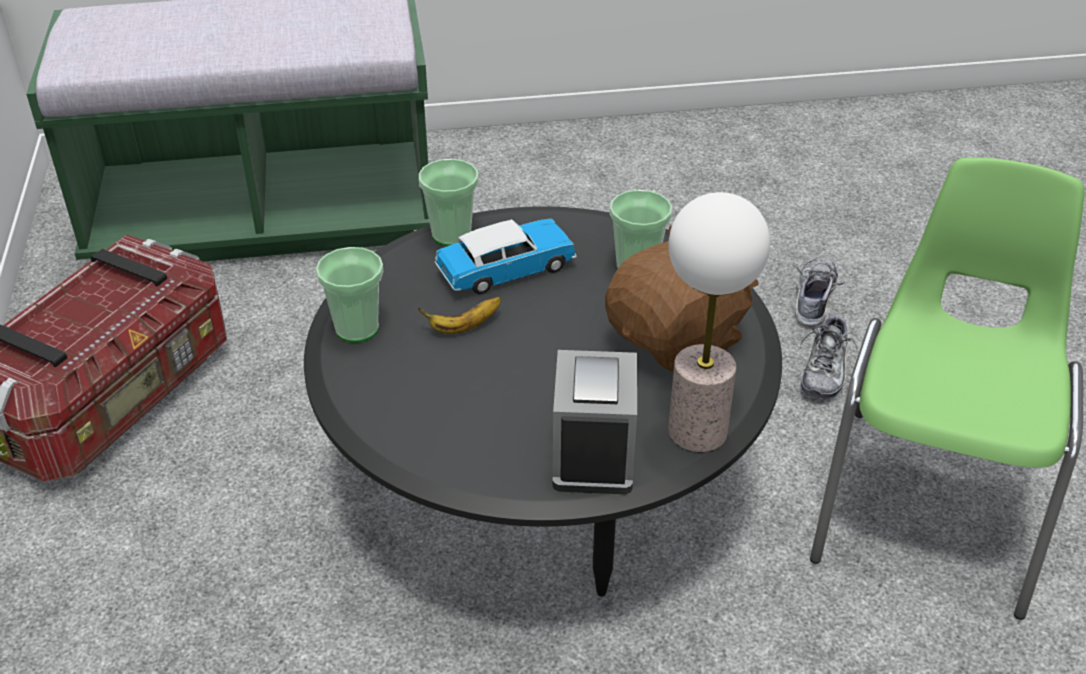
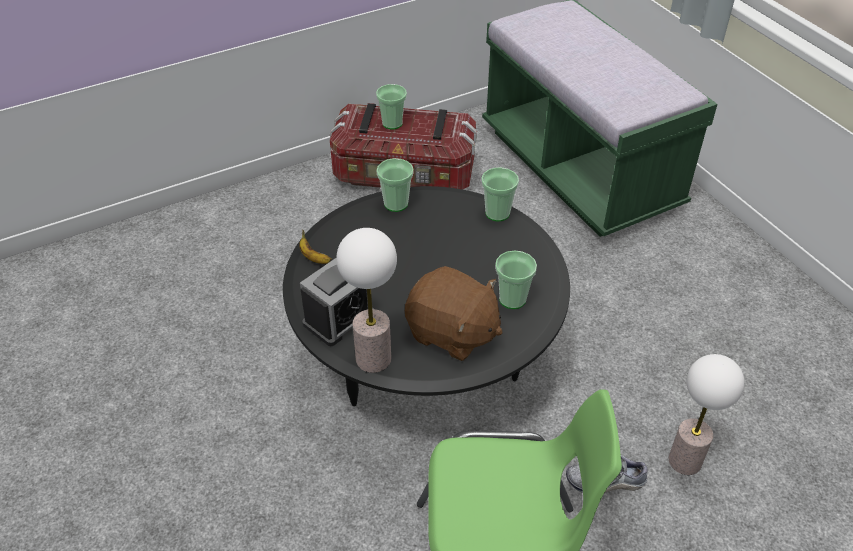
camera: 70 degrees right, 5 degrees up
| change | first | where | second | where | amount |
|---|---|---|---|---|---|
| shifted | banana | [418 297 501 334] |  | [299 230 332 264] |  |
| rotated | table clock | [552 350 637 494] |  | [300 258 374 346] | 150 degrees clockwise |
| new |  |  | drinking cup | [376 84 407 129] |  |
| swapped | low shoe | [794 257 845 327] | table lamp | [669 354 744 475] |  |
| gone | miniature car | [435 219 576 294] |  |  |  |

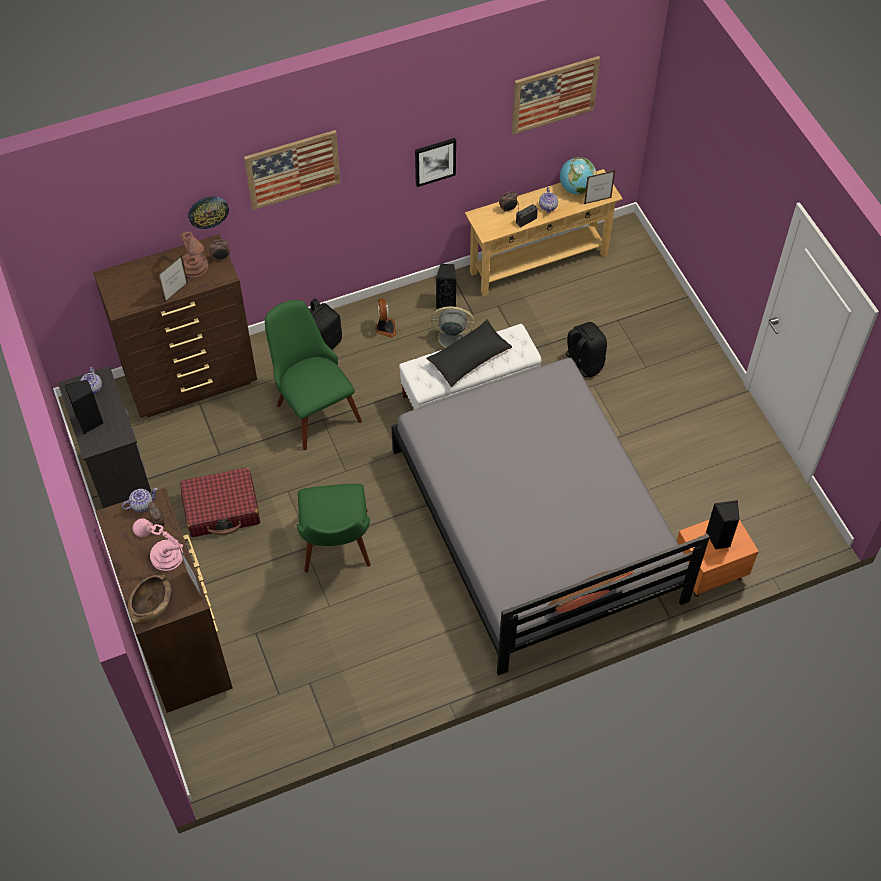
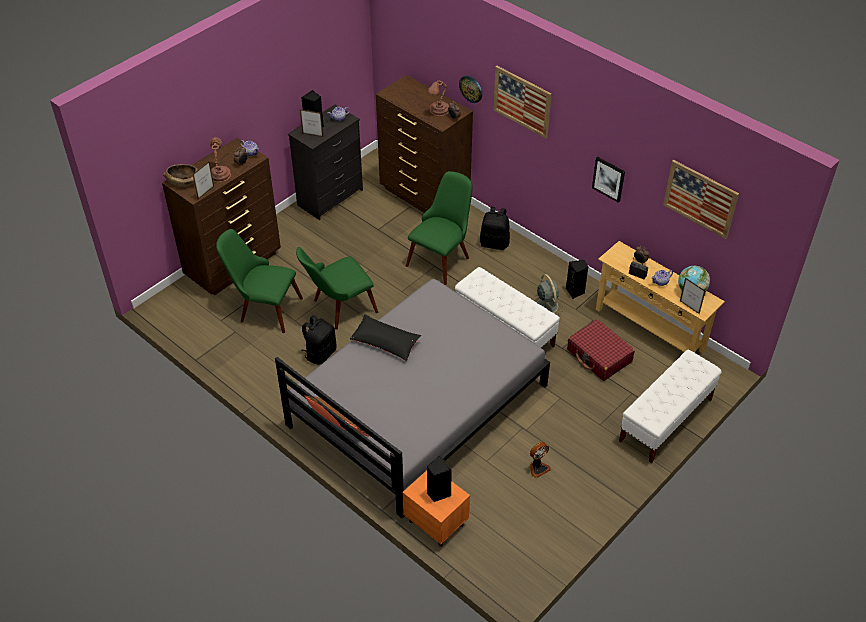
camera: 65 degrees right, 10 degrees down
| change | first | where | second | where | amount |
|---|---|---|---|---|---|
| repainted | table lamp (pink) | [133 518 183 571] | table lamp (brownish) | [210 137 231 182] |  |
| new |  |  | chair (greenish) | [216 229 303 333] |  |
| shifted | standing frame | [158 255 188 302] |  | [300 109 323 137] |  |
| shifted | backpack (blackish) | [566 322 607 378] |  | [301 315 336 365] |  |
| shifted | cushion (blackish) | [426 319 512 387] |  | [350 314 421 361] |  |
| shifted | electric fan | [375 299 396 338] |  | [530 442 551 478] |  |
| shifted | travel case (red) | [180 467 260 537] |  | [567 319 635 381] |  |
| new |  |  | bench (white-coloured) | [619 350 722 463] |  |

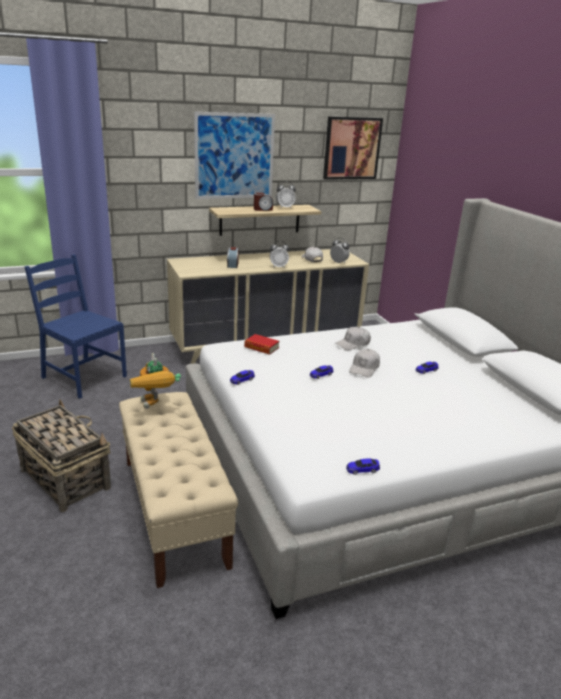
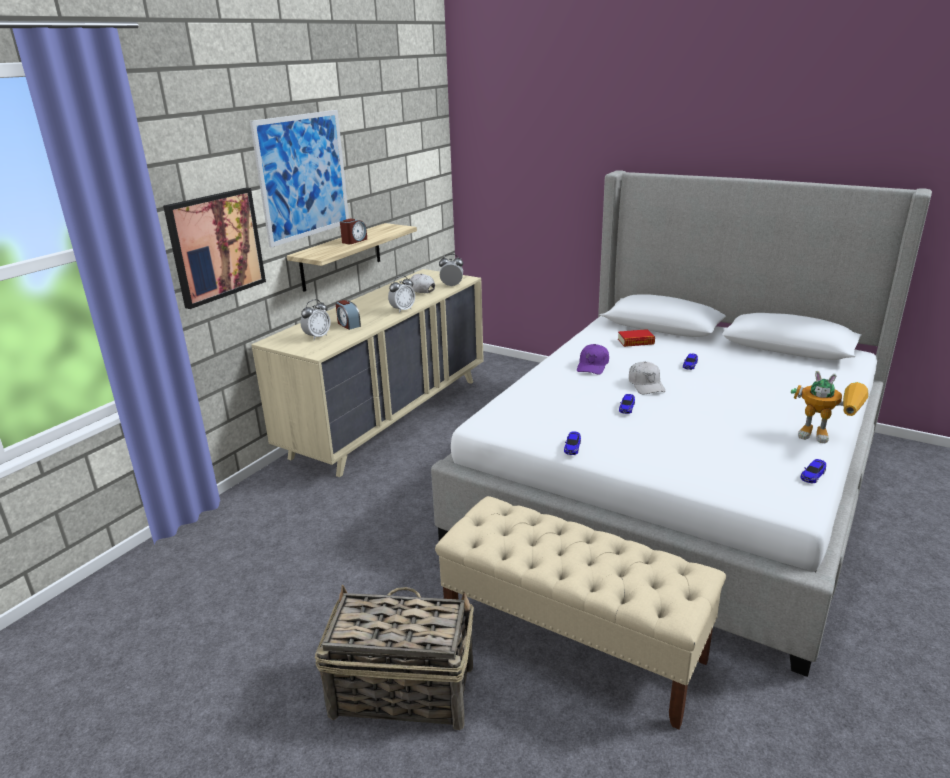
camera: 35 degrees left, 0 degrees up
| change | first | where | second | where | amount |
|---|---|---|---|---|---|
| shifted | picture | [323 116 383 180] |  | [163 188 266 309] |  |
| shifted | table clock | [276 181 296 208] |  | [300 299 331 340] |  |
| repainted | cap (white-coloured) | [335 327 371 350] | cap (purple-coloured) | [577 344 609 375] |  |
| shifted | bound book | [244 334 280 355] |  | [618 329 655 347] |  |
| shifted | robot figure | [130 353 181 409] |  | [791 371 868 443] |  |
| gone | chair (bluish) | [24 255 127 399] |  |  |  |

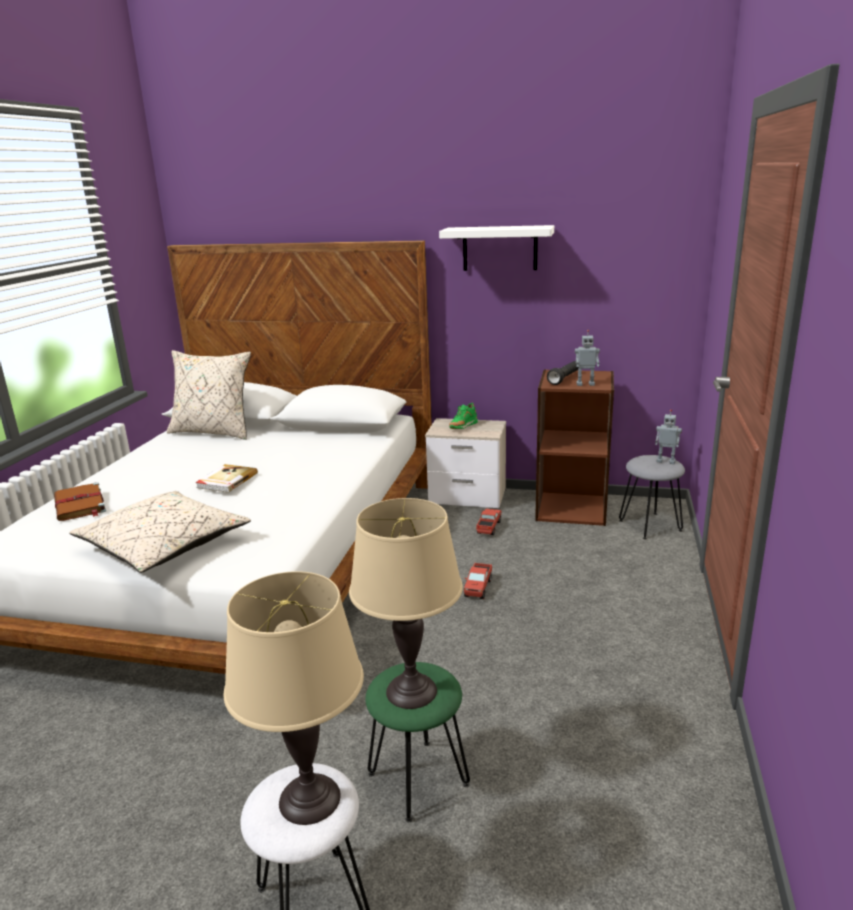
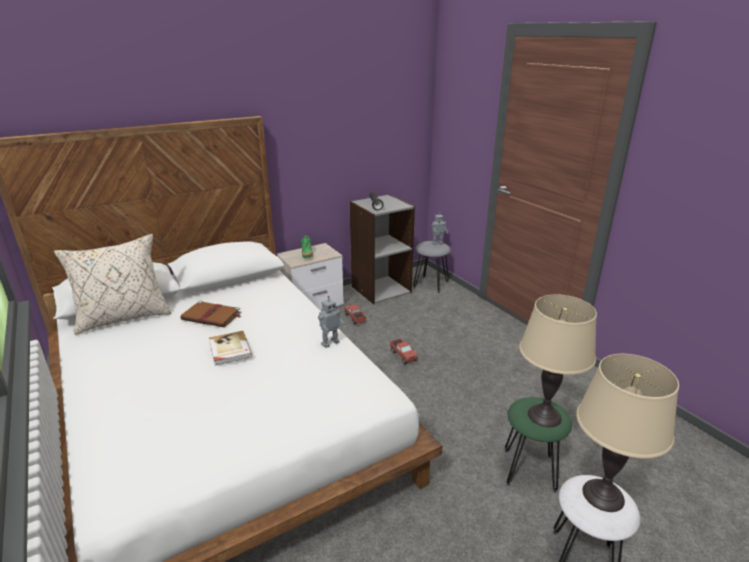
camera: 45 degrees left, 5 degrees up
| change | first | where | second | where | amount |
|---|---|---|---|---|---|
| shifted | bound book (brownish) | [54 482 106 521] |  | [180 301 241 328] |  |
| shifted | robot figure | [575 330 600 386] |  | [318 296 346 348] |  |
| repainted | shelving unit (brownish) | [535 369 614 526] | shelving unit (greyish) | [350 194 415 304] |  |
| gone | cushion (beige) | [69 491 251 573] |  |  |  |
| gone | shelf (white-coloured) | [439 225 554 271] |  |  |  |

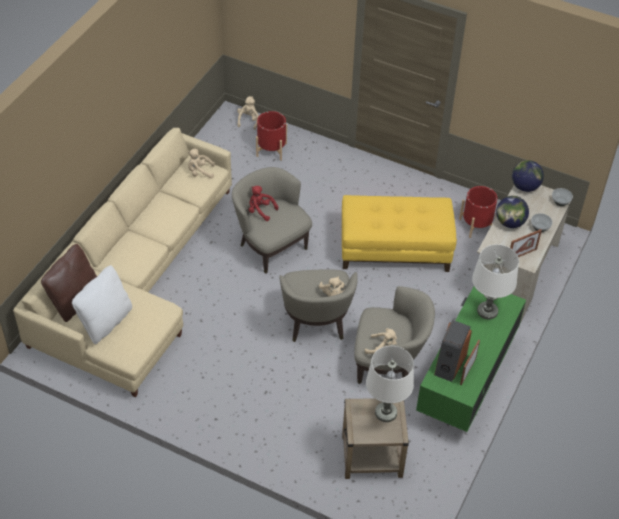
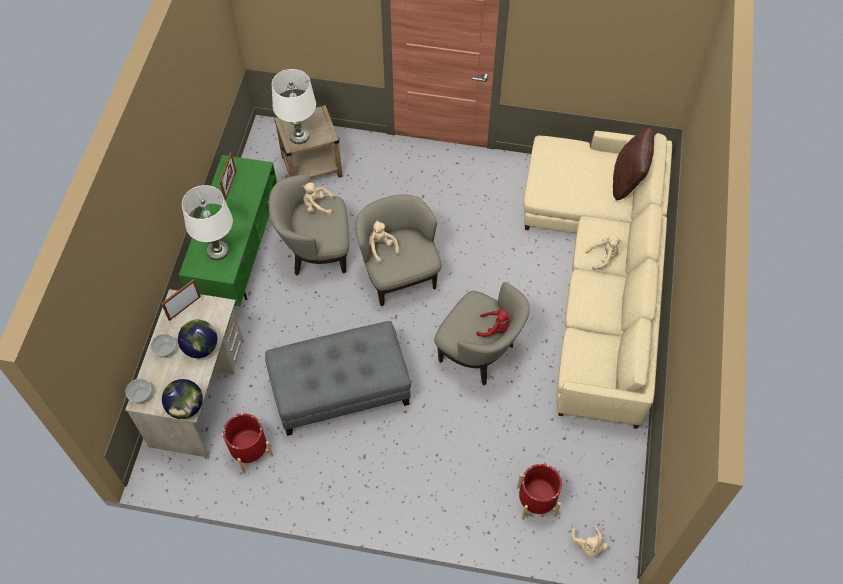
camera: 165 degrees right, 10 degrees up
| change | first | where | second | where | amount |
|---|---|---|---|---|---|
| repainted | pouffe (yellow) | [342 195 457 272] | pouffe (greyish) | [265 321 411 436] |  |
| shifted | plush toy (beige) | [187 149 215 179] |  | [585 236 622 270] |  |
| gone | cushion (white-coloured) | [72 265 132 344] |  |  |  |
| gone | loudspeaker | [434 320 472 382] |  |  |  |

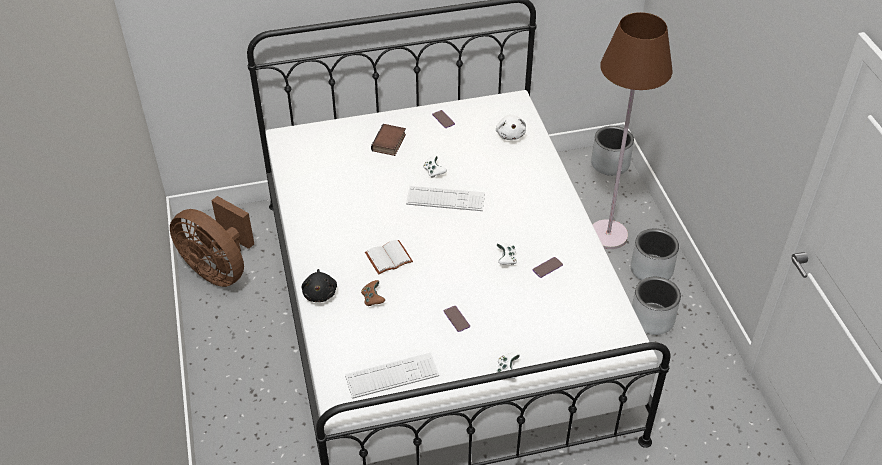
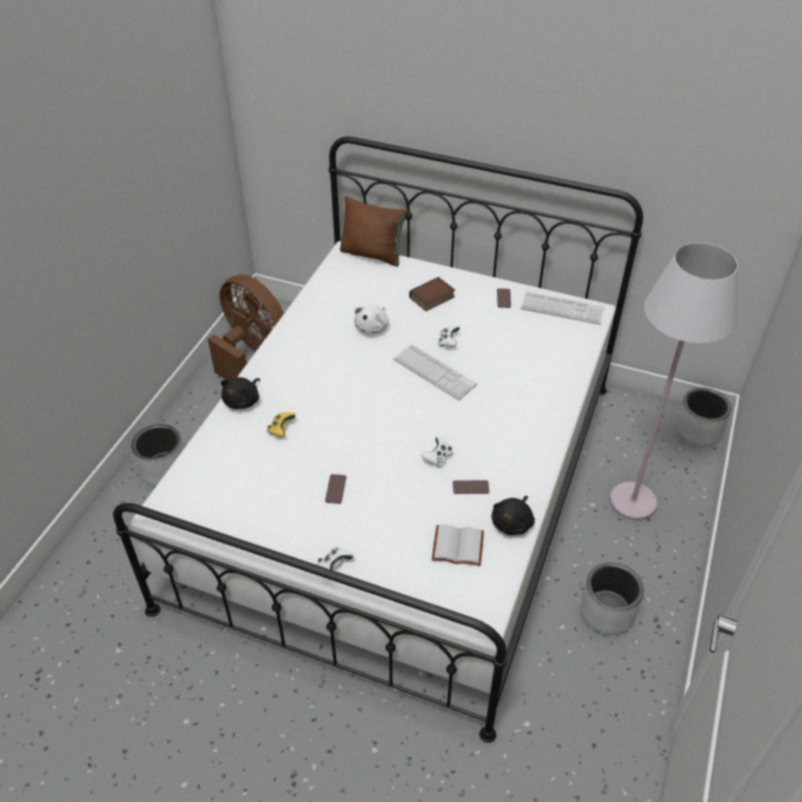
camera: 35 degrees right, 0 degrees up
| change | first | where | second | where | amount |
|---|---|---|---|---|---|
| shifted | plant pot (greyish) | [631 229 679 280] |  | [131 424 184 487] |  |
| rotated | electric fan (brownish) | [170 196 254 287] |  | [207 274 284 381] | 150 degrees clockwise |
| repainted | joypad (brownish) | [361 280 385 307] | joypad (yellow) | [267 412 296 437] |  |
| new |  |  | cushion (brownish) | [340 196 408 267] |  |
| shifted | plush toy (white-coloured) | [496 115 526 140] |  | [354 305 389 334] |  |
| shifted | bound book (white-coloured) | [365 240 413 275] |  | [432 525 484 566] |  |
| new |  |  | plush toy (blackish) | [491 496 535 535] |  |
| shifted | computer keyboard | [345 352 439 399] |  | [521 292 605 325] |  |
| repainted | standing lamp (brownish) | [593 12 673 249] | standing lamp (white-coloured) | [610 243 738 521] |  |

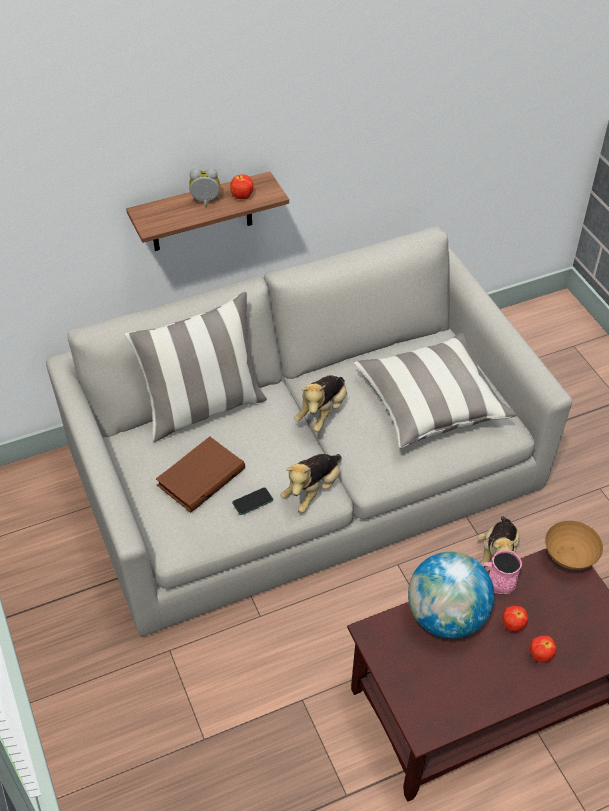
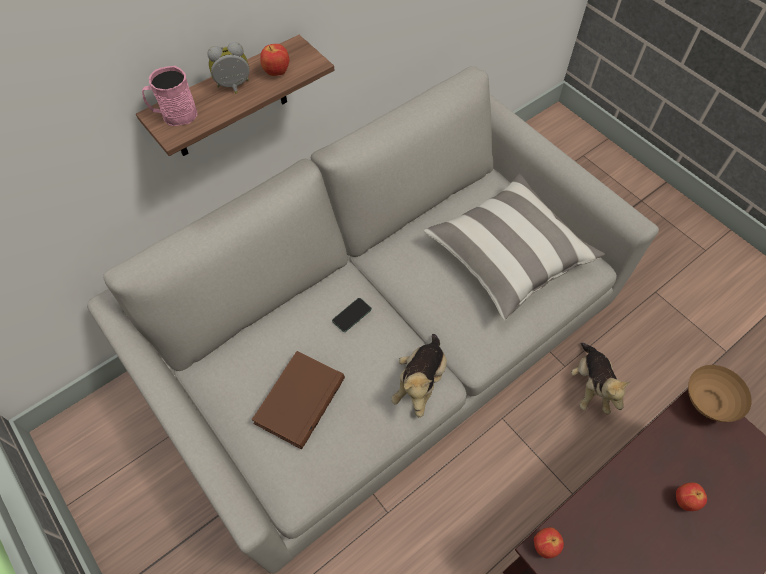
camera: 15 degrees left, 10 degrees up
| change | first | where | second | where | amount |
|---|---|---|---|---|---|
| shifted | tea mug (pink) | [482 550 522 594] |  | [142 66 197 126] |  |
| shifted | handset | [232 487 273 515] |  | [332 298 372 332] |  |
| shifted | whole apple | [530 635 556 662] |  | [534 527 564 559] |  |
| gone | cushion | [125 292 267 442] |  |  |  |
| gone | plush toy | [294 375 347 432] |  |  |  |
| gone | desk globe | [408 552 494 639] |  |  |  |

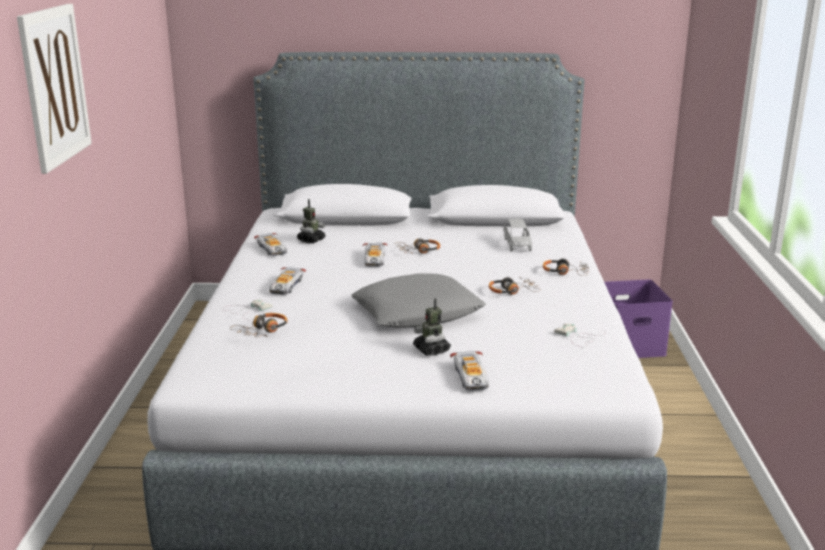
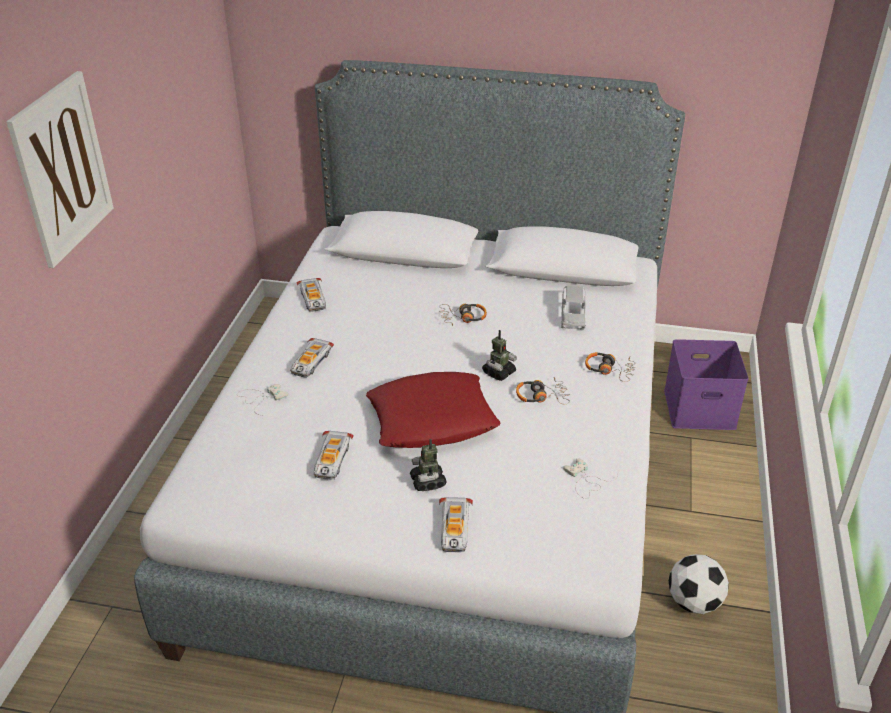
camera: 10 degrees right, 15 degrees up
| change | first | where | second | where | amount |
|---|---|---|---|---|---|
| shifted | miniature car | [363 243 387 267] |  | [314 431 354 480] |  |
| repainted | cushion (greyish) | [351 273 486 328] | cushion (red) | [366 372 500 448] |  |
| shifted | robot figure | [297 199 326 243] |  | [482 330 517 381] |  |
| new |  |  | ball for football | [669 554 729 614] |  |
| gone | headphones | [230 313 288 337] |  |  |  |

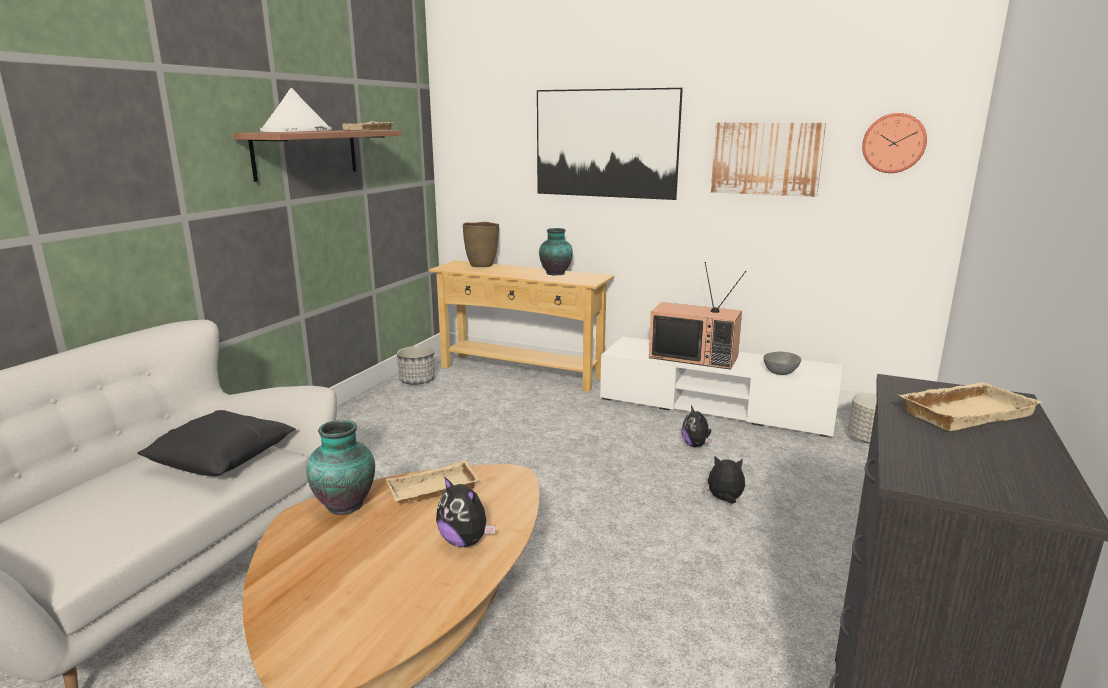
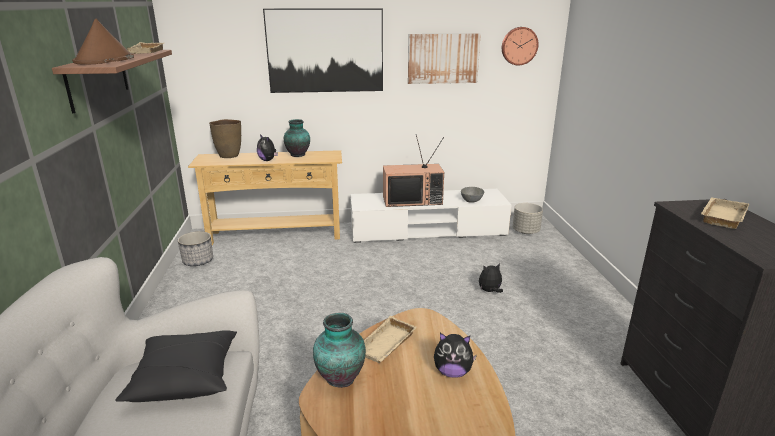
camera: 30 degrees left, 5 degrees up
| change | first | where | second | where | amount |
|---|---|---|---|---|---|
| repainted | hat (white-coloured) | [260 88 332 132] | hat (brownish) | [72 18 134 65] |  |
| shifted | plush toy | [681 406 712 447] |  | [257 134 278 161] |  |

